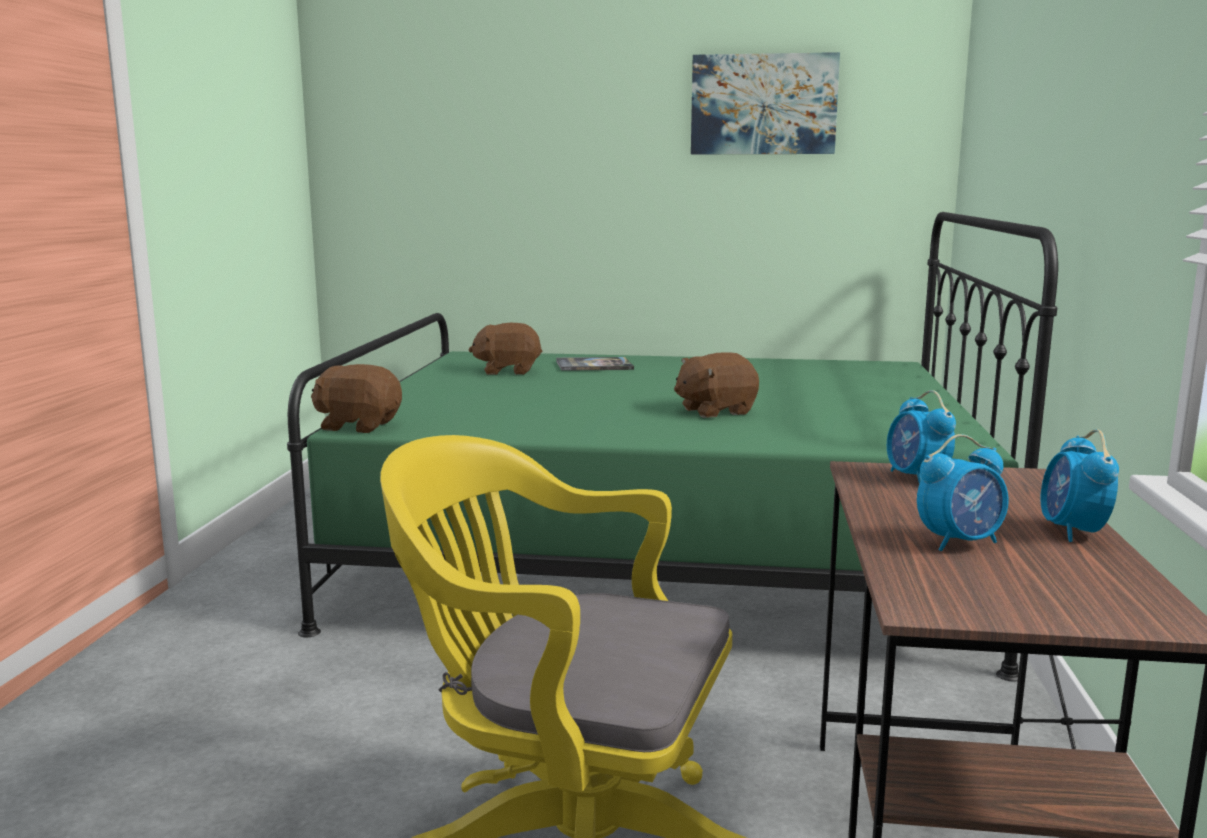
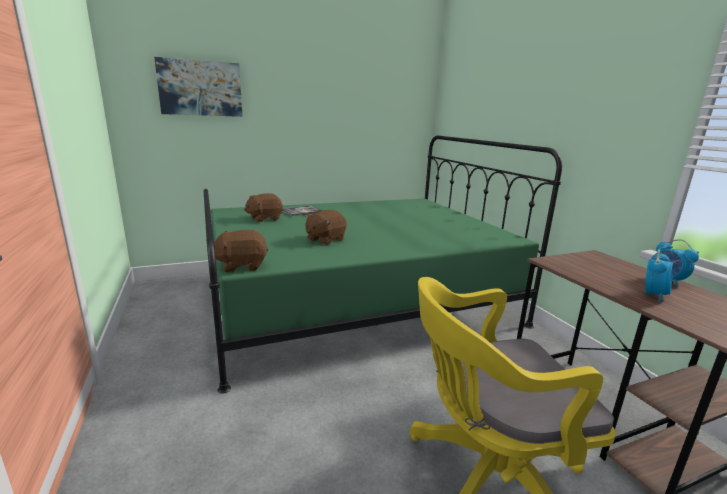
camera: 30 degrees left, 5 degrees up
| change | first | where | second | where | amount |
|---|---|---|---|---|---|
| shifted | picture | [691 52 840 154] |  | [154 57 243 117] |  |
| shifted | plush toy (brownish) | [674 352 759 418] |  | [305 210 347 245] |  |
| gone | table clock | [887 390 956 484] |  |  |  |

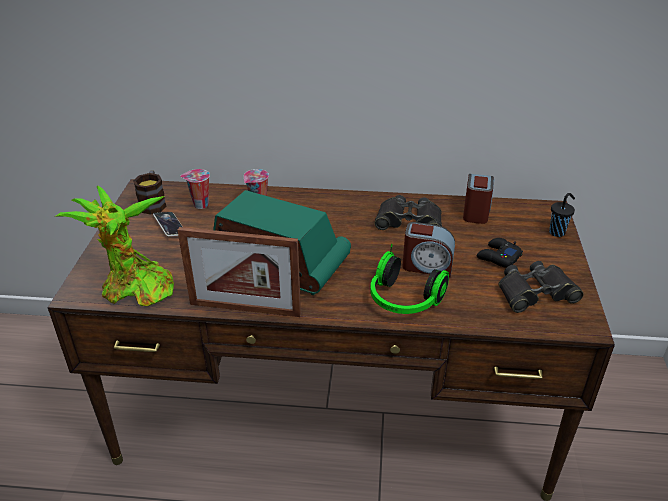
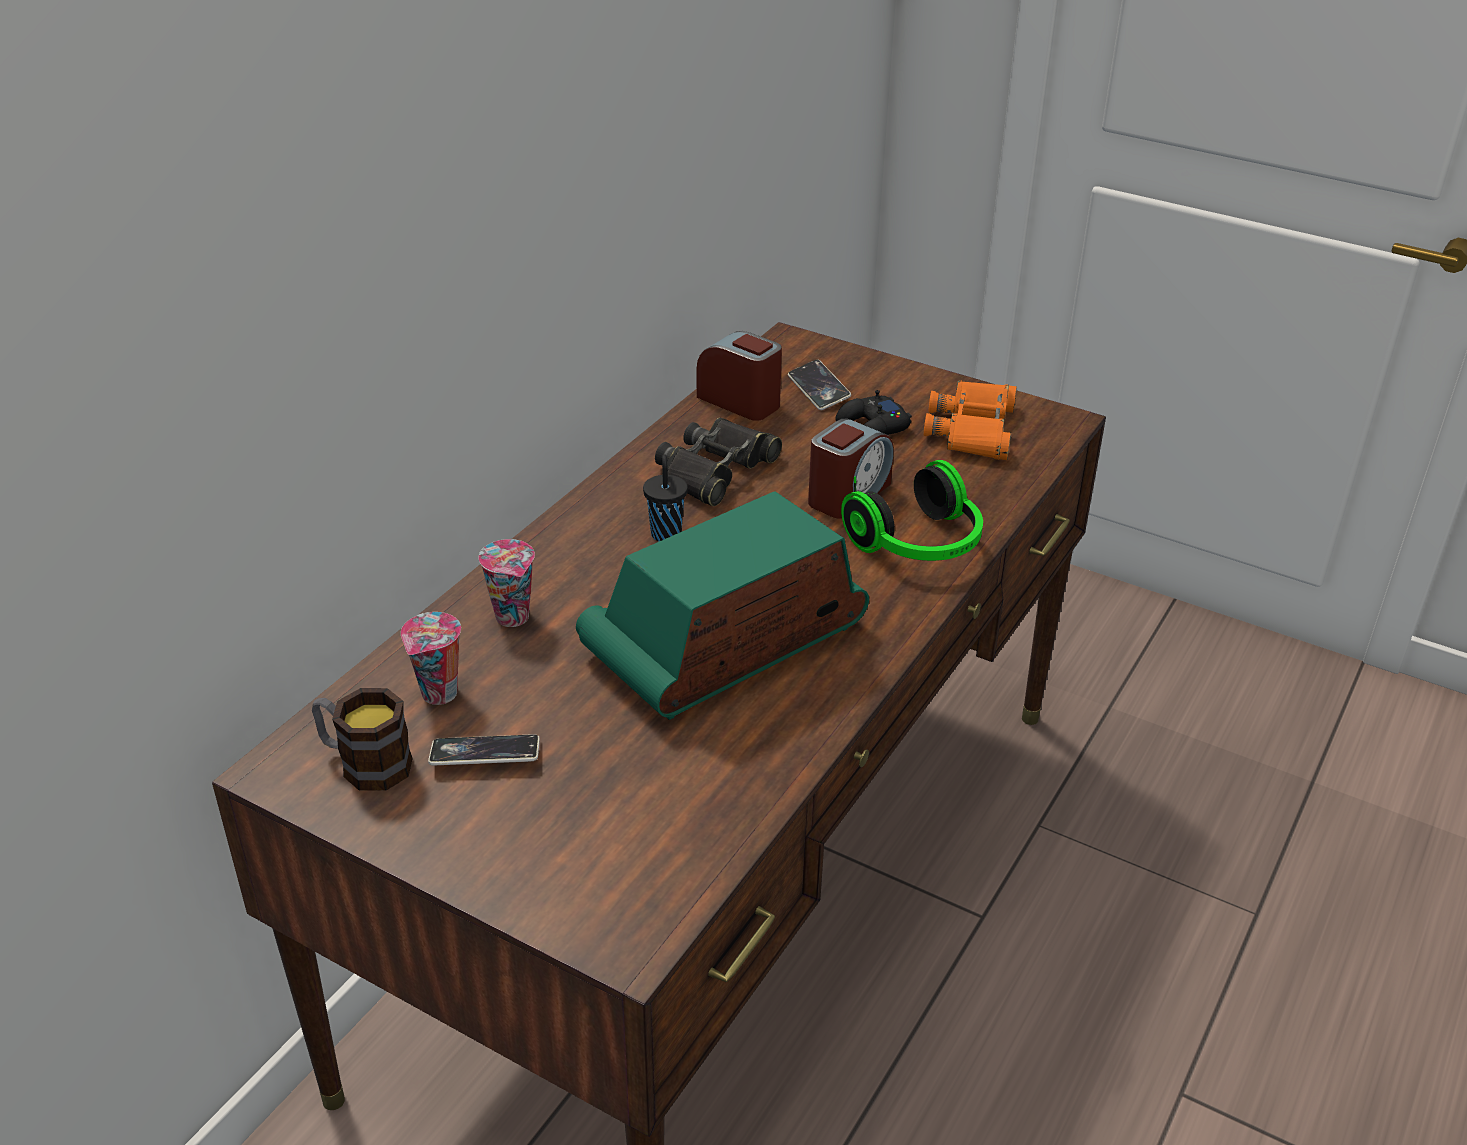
camera: 65 degrees left, 0 degrees up
| change | first | where | second | where | amount |
|---|---|---|---|---|---|
| shifted | drinking cup (blackish) | [549 193 575 237] |  | [643 454 688 542] |  |
| new |  |  | handset | [788 359 851 410] |  |
| repainted | field glasses (blackish) | [499 261 584 313] | field glasses (orange) | [924 380 1017 460] |  |
| gone | plant in a pot | [56 186 174 306] |  |  |  |
| gone | standing frame | [177 227 301 317] |  |  |  |

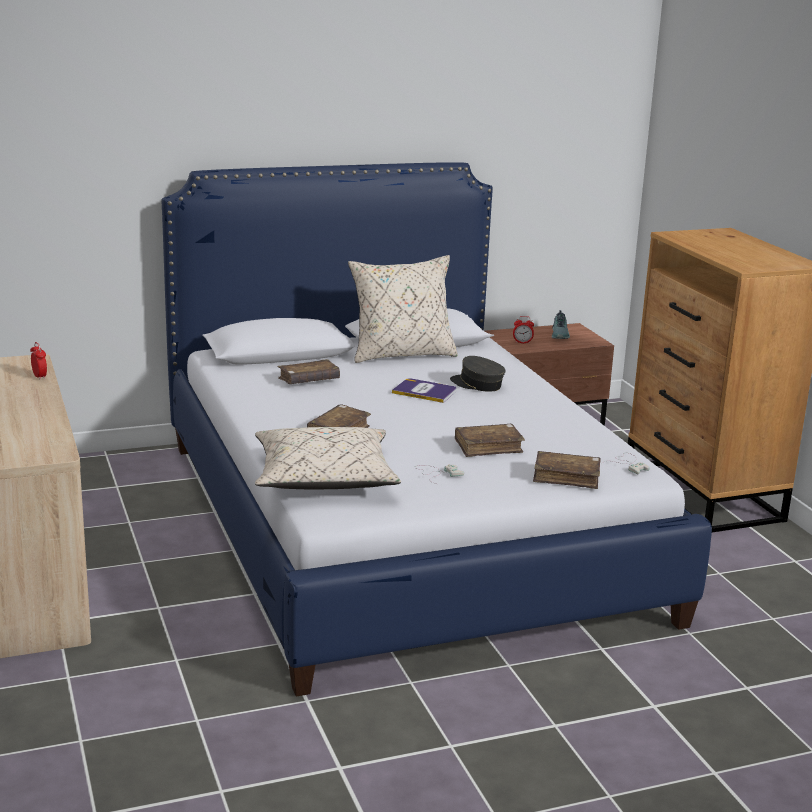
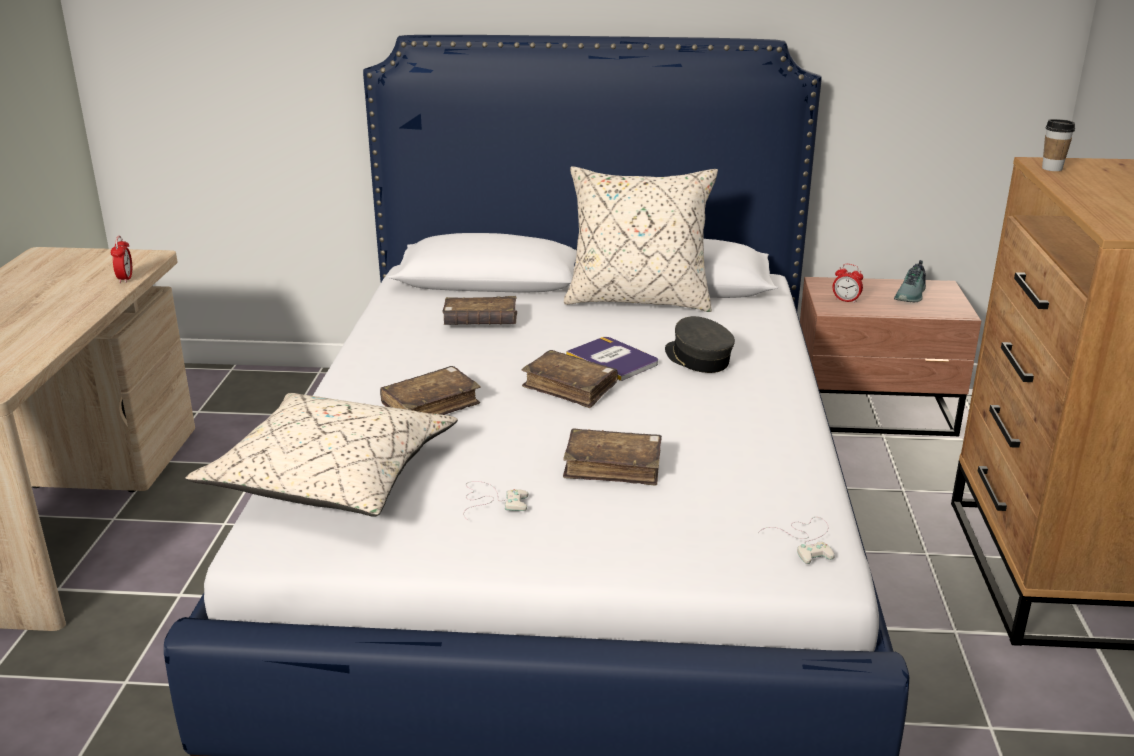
camera: 25 degrees right, 5 degrees up
| change | first | where | second | where | amount |
|---|---|---|---|---|---|
| shifted | bound book (brownish) | [533 451 601 489] |  | [522 350 618 408] |  |
| new |  |  | drinking cup | [1042 119 1075 171] |  |

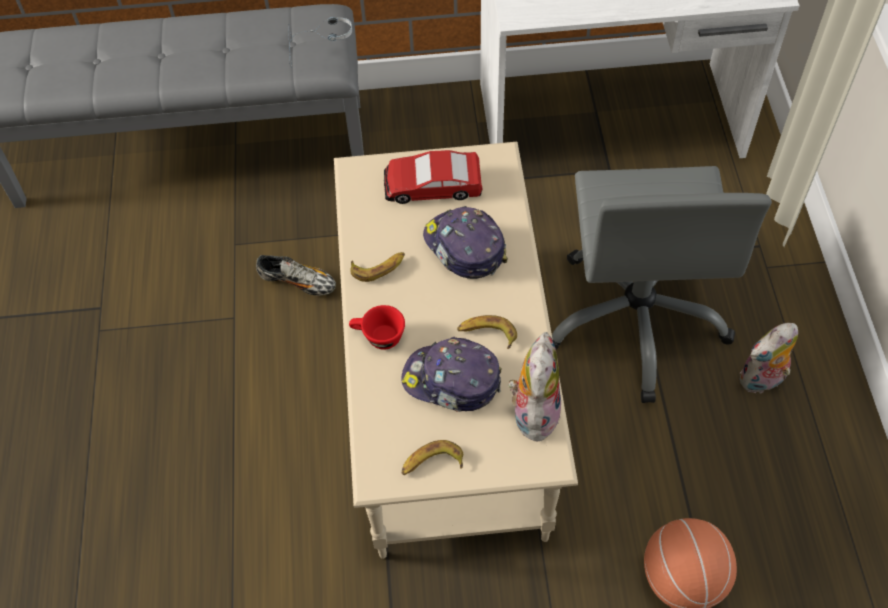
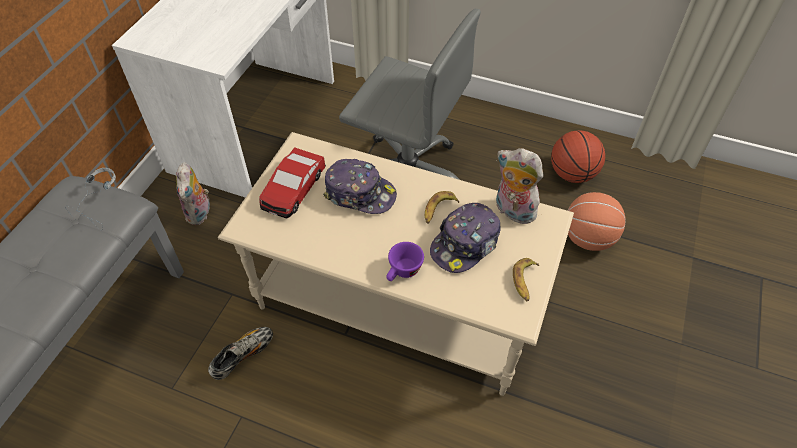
camera: 65 degrees left, 5 degrees down
| change | first | where | second | where | amount |
|---|---|---|---|---|---|
| shifted | plush toy | [740 323 798 394] |  | [176 162 210 225] |  |
| rotated | cap | [423 206 508 279] |  | [323 159 397 214] | 150 degrees counterclockwise |
| repainted | drinking cup (red) | [349 305 405 350] | drinking cup (purple-coloured) | [386 242 424 281] |  |
| new |  |  | basketball ball | [551 130 605 183] |  |
| gone | banana | [350 252 405 282] |  |  |  |

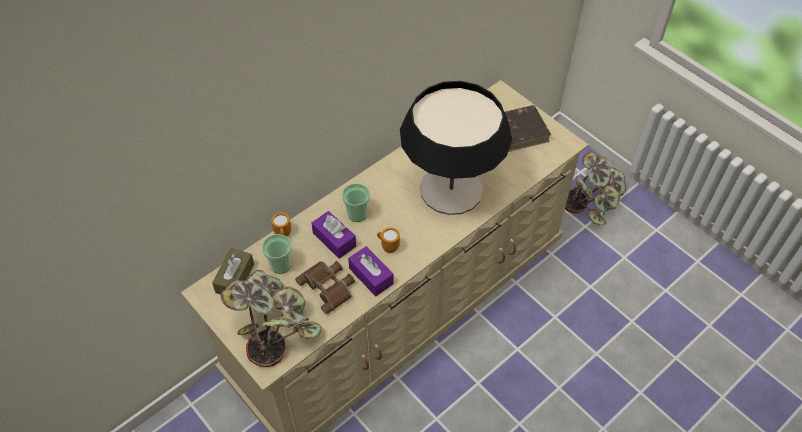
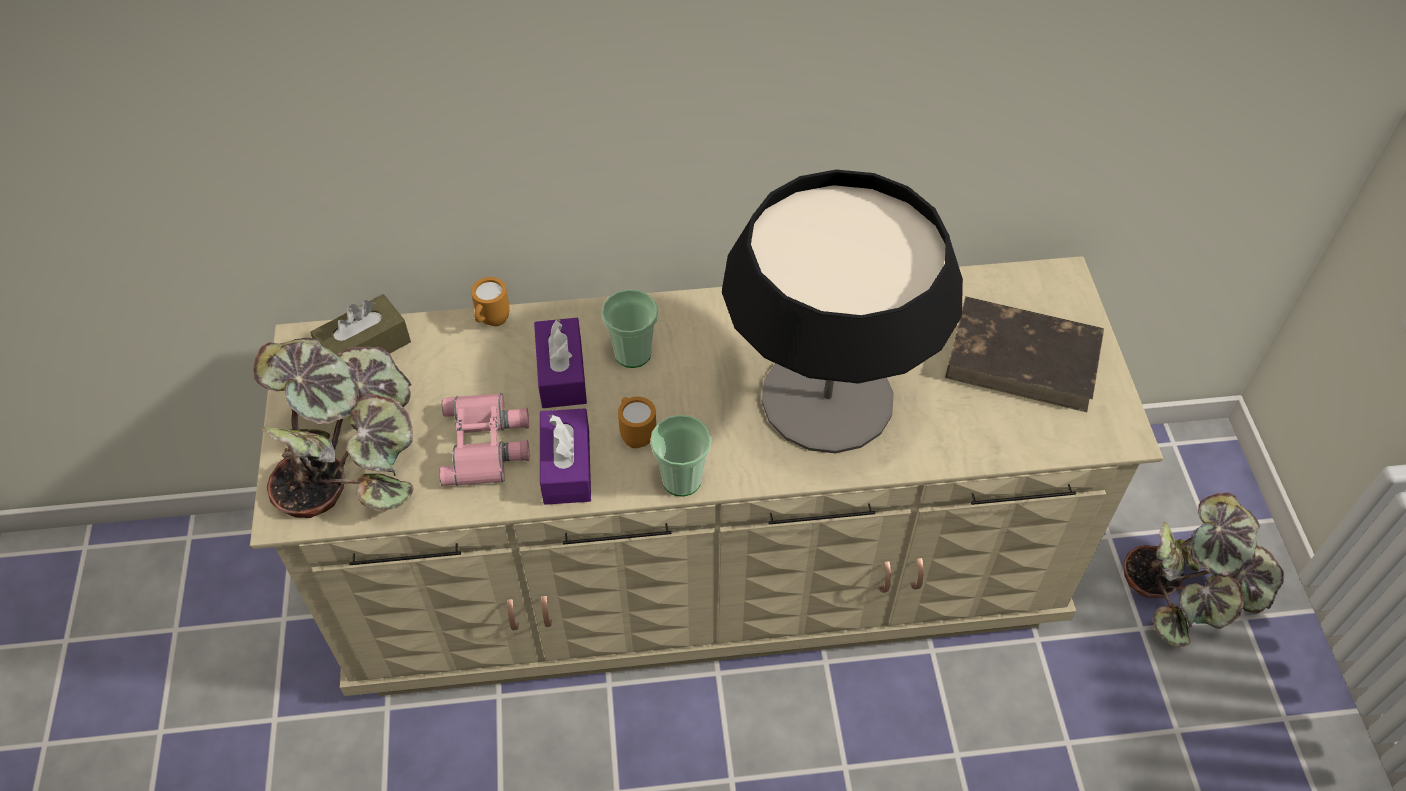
camera: 35 degrees right, 0 degrees up
| change | first | where | second | where | amount |
|---|---|---|---|---|---|
| repainted | field glasses (brownish) | [295 261 355 314] | field glasses (pink) | [439 393 530 486] |  |
| shifted | drinking cup | [262 234 292 274] |  | [650 415 711 496] |  |

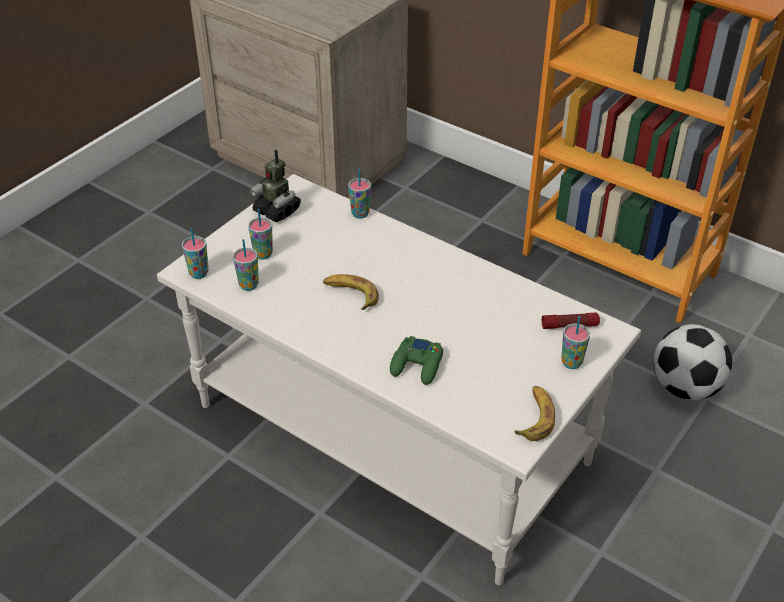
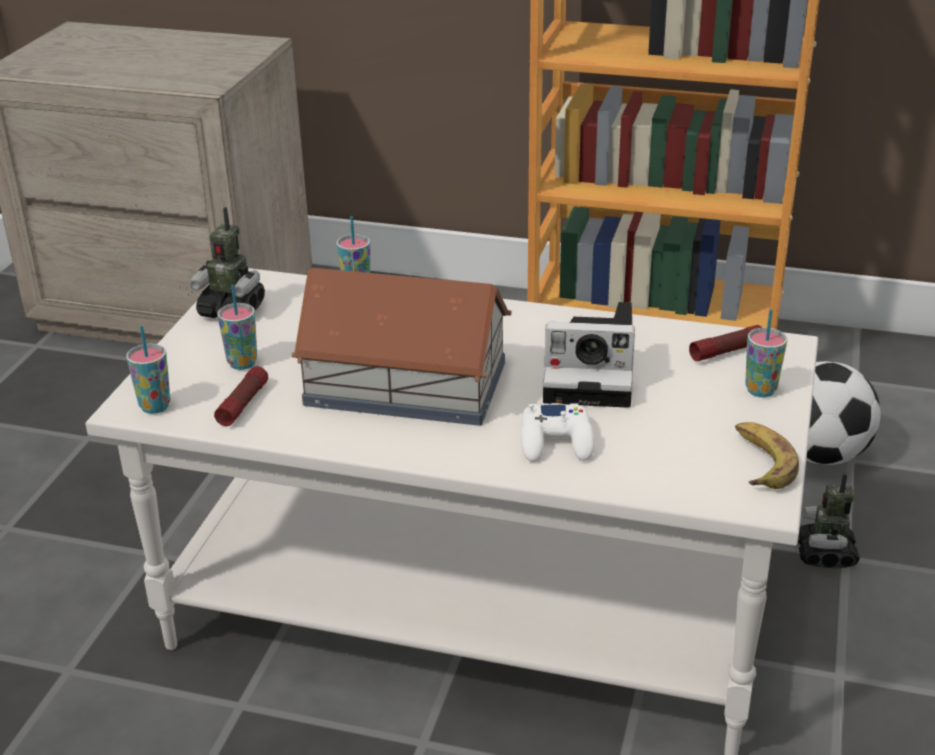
camera: 20 degrees left, 10 degrees down
| change | first | where | second | where | amount |
|---|---|---|---|---|---|
| swapped | drinking cup | [233 239 259 291] | hand torch | [214 366 268 426] |  |
| swapped | banana | [323 274 379 310] | miniature house | [292 268 512 426] |  |
| repainted | joypad (greenish) | [390 336 443 385] | joypad (white-coloured) | [521 403 594 462] |  |
| new |  |  | photo camera | [543 302 635 408] |  |
| new |  |  | robot figure | [798 474 860 568] |  |

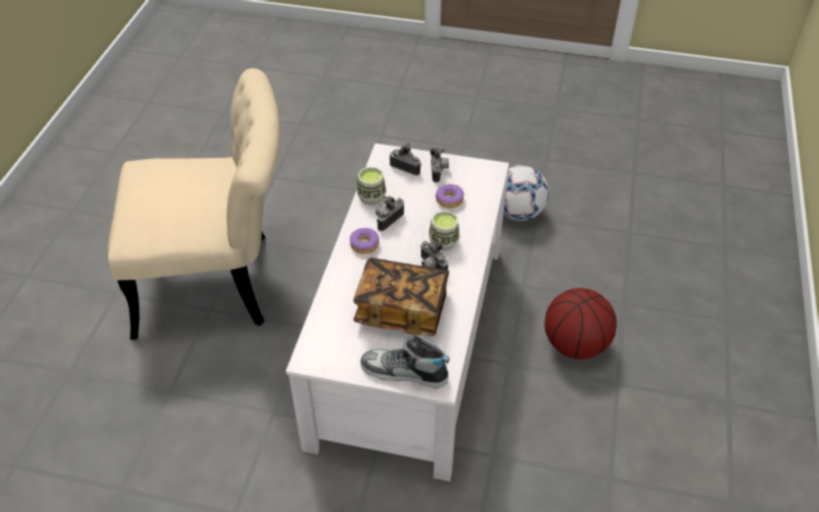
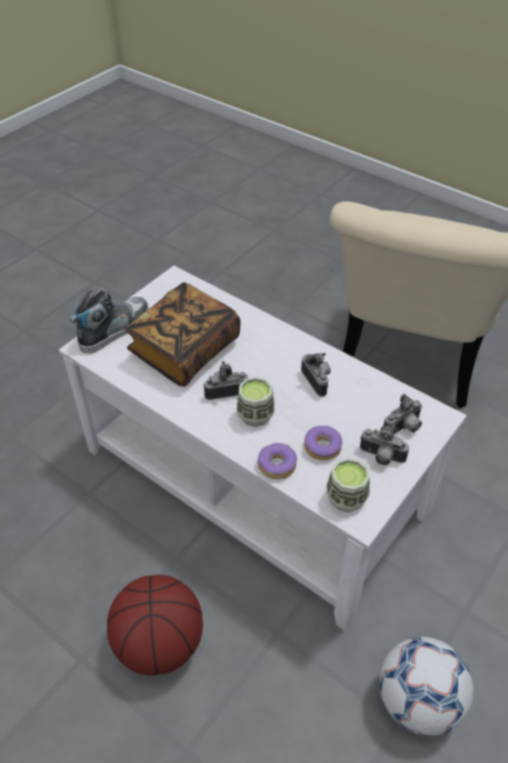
camera: 115 degrees right, 0 degrees up
| change | first | where | second | where | amount |
|---|---|---|---|---|---|
| shifted | ring doughnut | [349 228 379 254] |  | [257 443 297 479] |  |
| shifted | drinking cup | [357 167 386 205] |  | [326 458 370 512] |  |

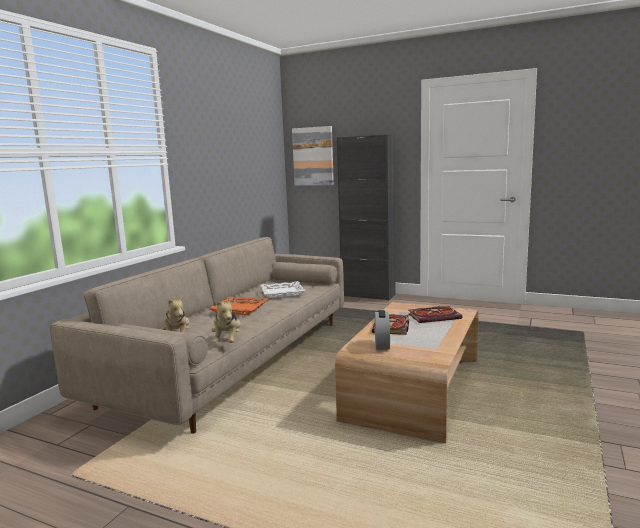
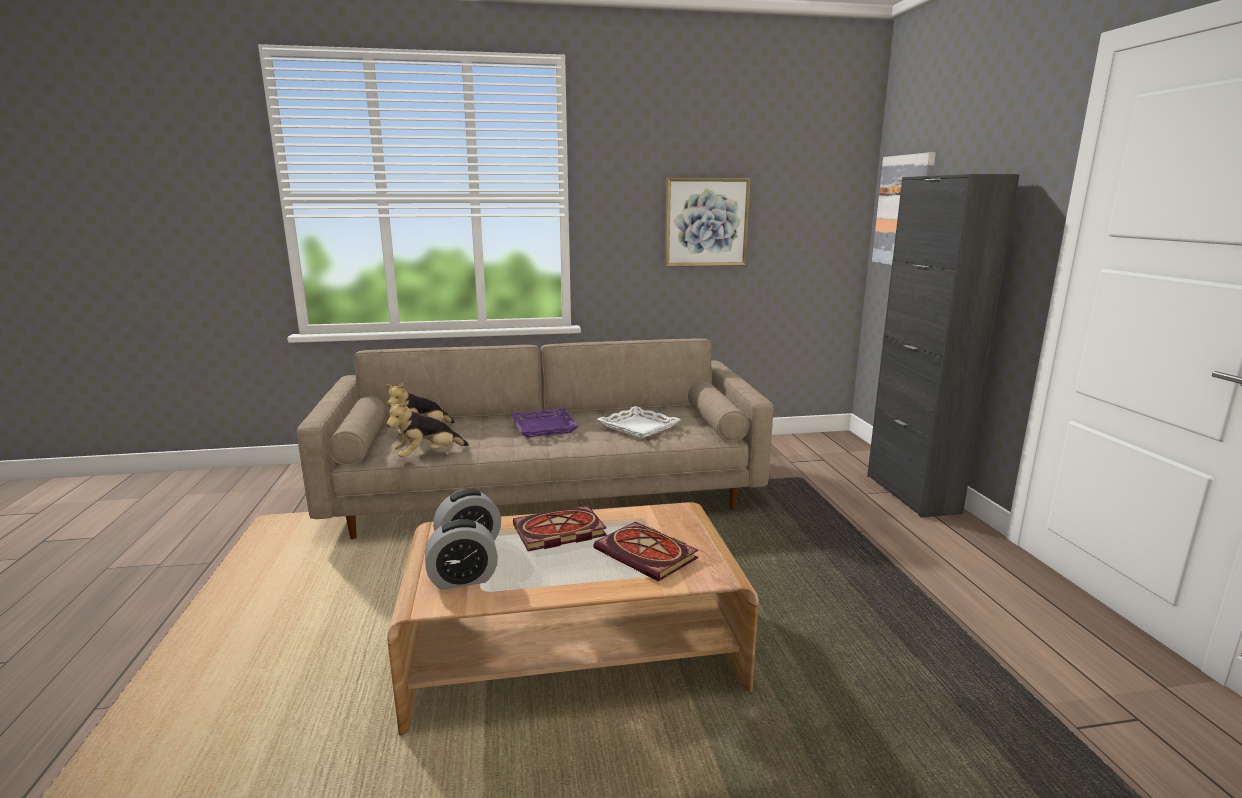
camera: 55 degrees right, 5 degrees up
| change | first | where | second | where | amount |
|---|---|---|---|---|---|
| new |  |  | table clock | [425 519 498 590] |  |
| repainted | tray (orange) | [209 296 268 315] | tray (purple-coloured) | [511 407 579 437] |  |
| new |  |  | picture | [665 178 751 267] |  |

